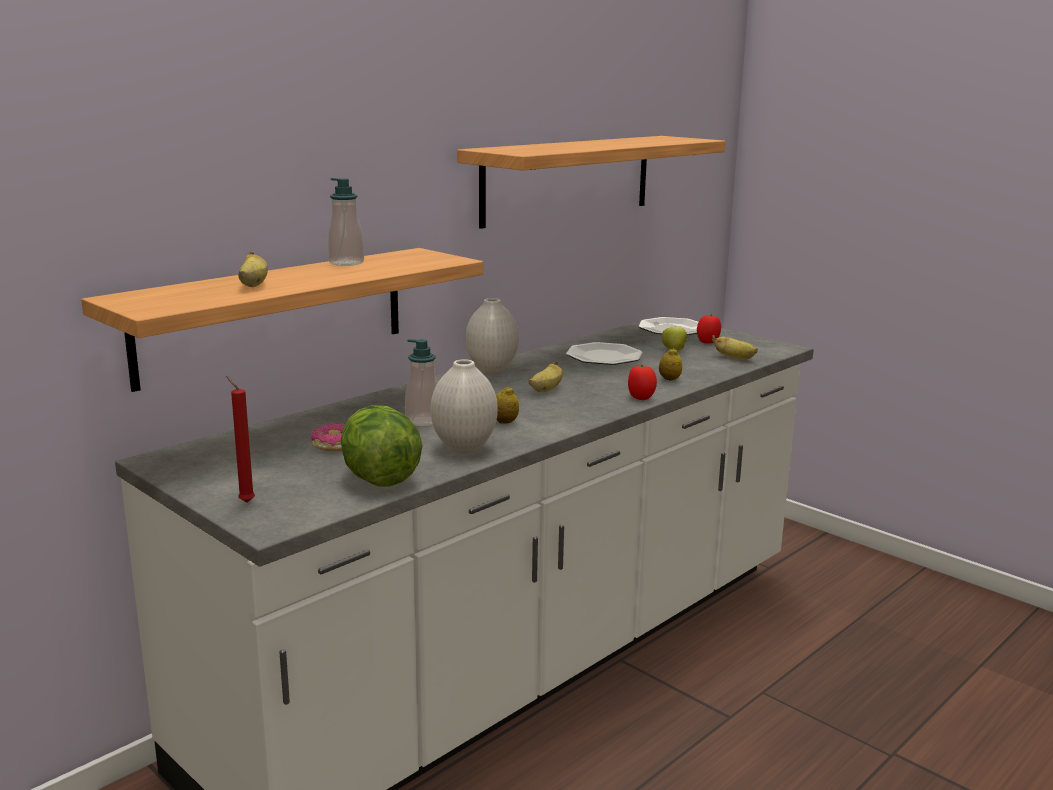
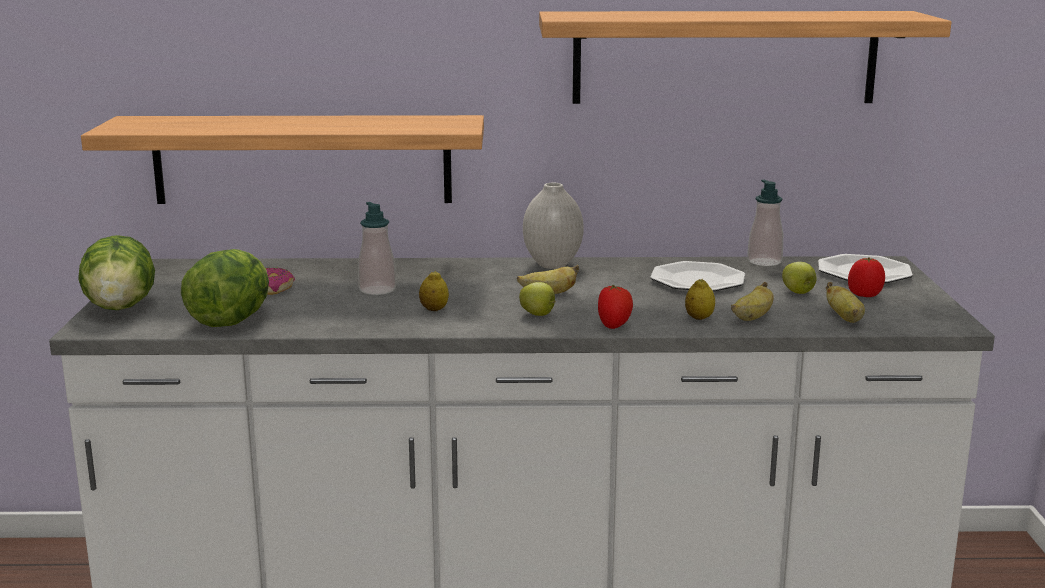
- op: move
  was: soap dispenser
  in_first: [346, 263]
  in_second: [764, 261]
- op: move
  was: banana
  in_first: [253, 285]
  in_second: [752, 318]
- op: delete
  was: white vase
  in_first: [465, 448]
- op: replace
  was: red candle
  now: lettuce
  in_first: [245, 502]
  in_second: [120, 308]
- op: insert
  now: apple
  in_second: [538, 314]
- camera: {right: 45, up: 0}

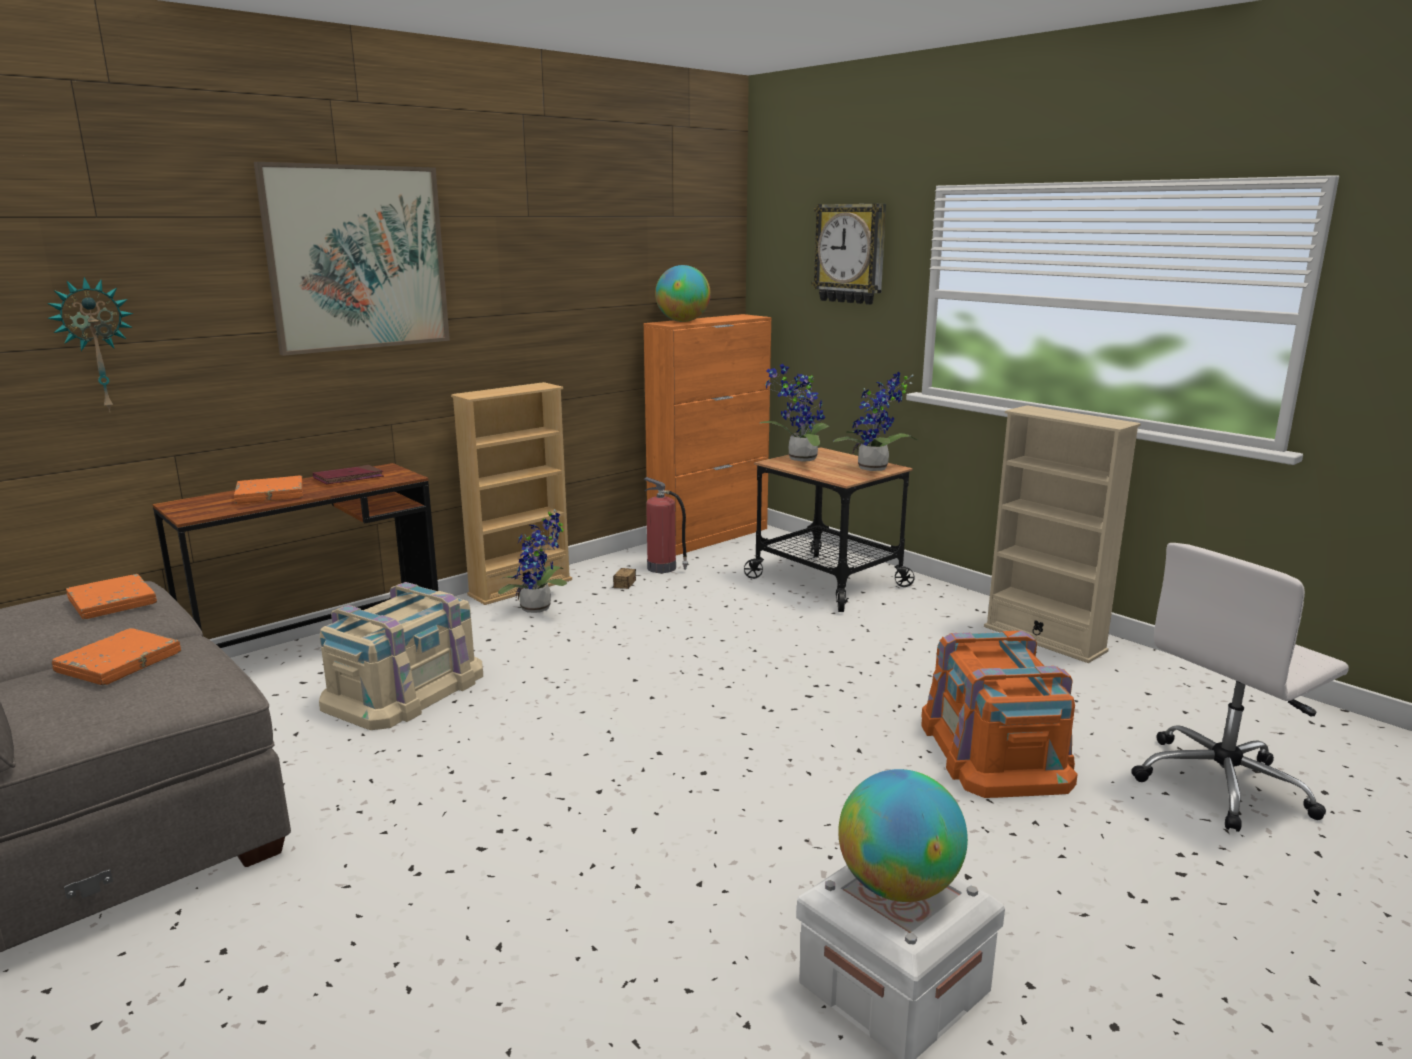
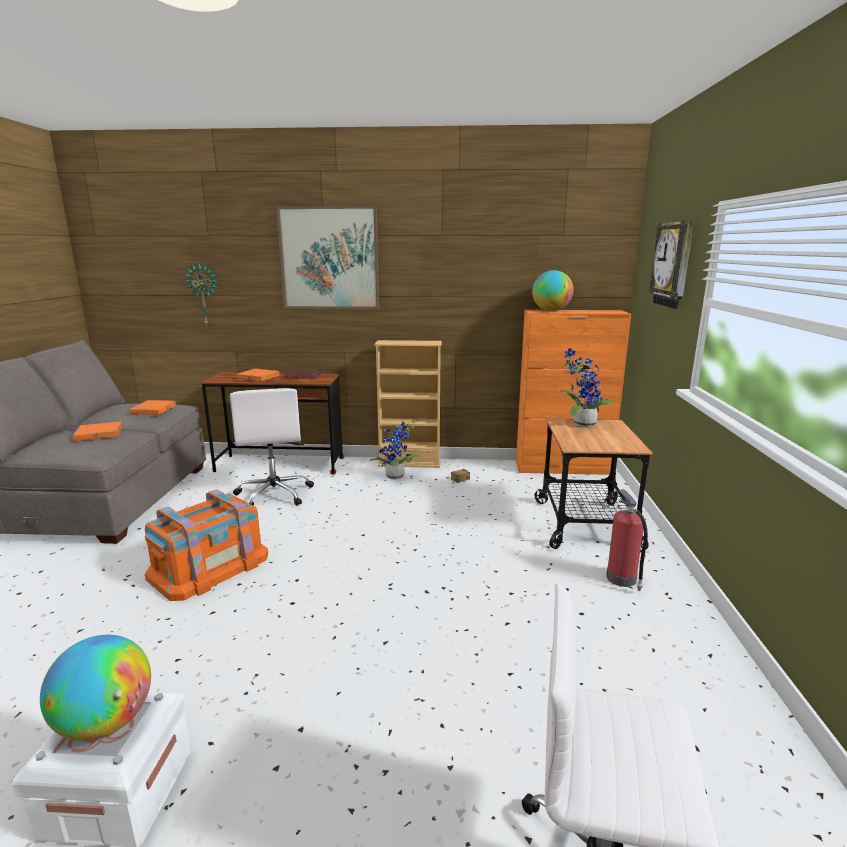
- op: delete
  was: potted plant
  in_first: [875, 469]
- op: delete
  was: beige bookcase
  in_first: [1044, 639]
- op: move
  was: fire extinguisher
  in_first: [663, 568]
  in_second: [622, 579]
- op: replace
  was: beige storage box
  now: white office chair
  in_first: [405, 689]
  in_second: [274, 494]
- op: move
  was: orange storage box
  in_first: [995, 749]
  in_second: [209, 567]
- camera: {right: 45, up: 0}

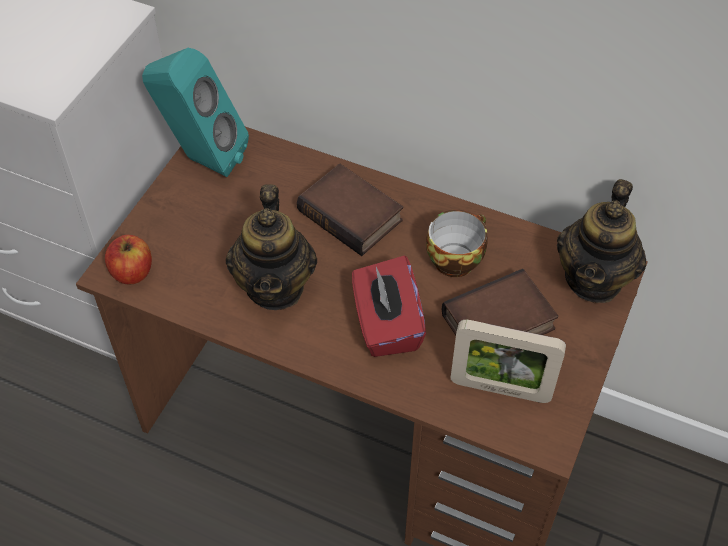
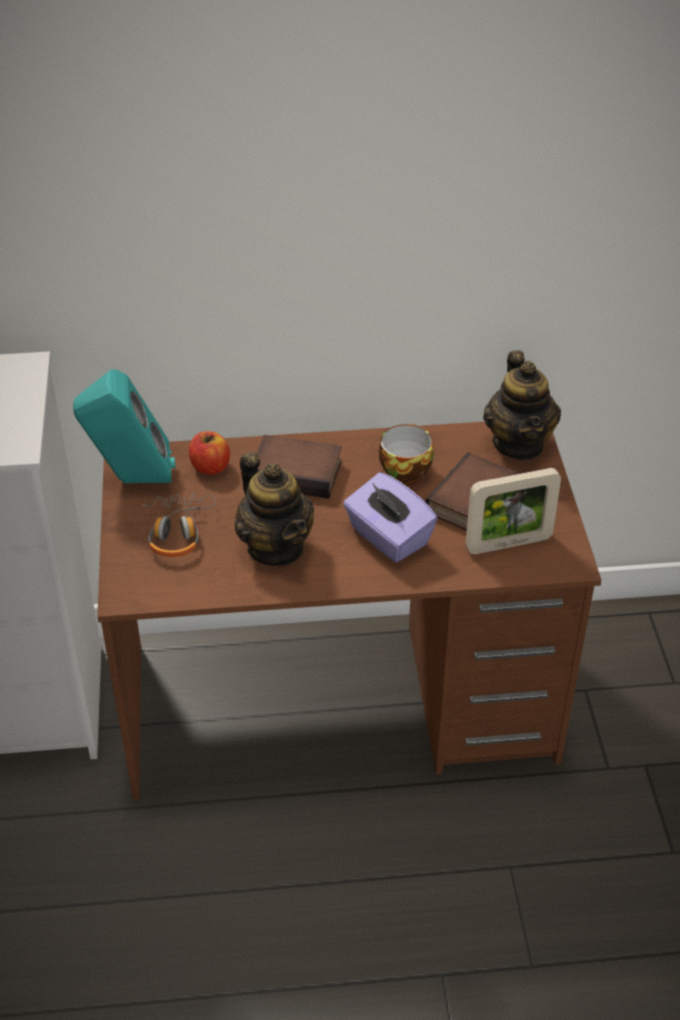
- op: move
  was: apple
  in_first: [132, 272]
  in_second: [210, 467]
- op: recolor
  was: red tissue box
  now: purple tissue box
  in_first: [386, 325]
  in_second: [388, 537]
- op: insert
  now: headphones
  in_second: [178, 532]
- camera: {right: -30, up: -10}

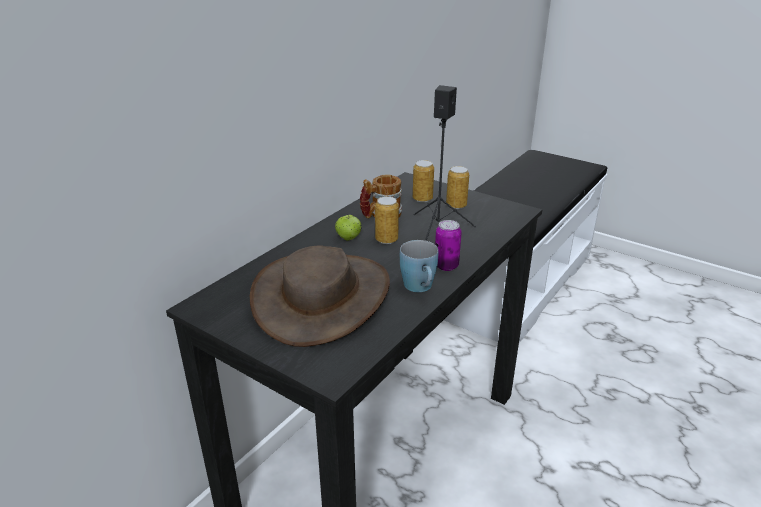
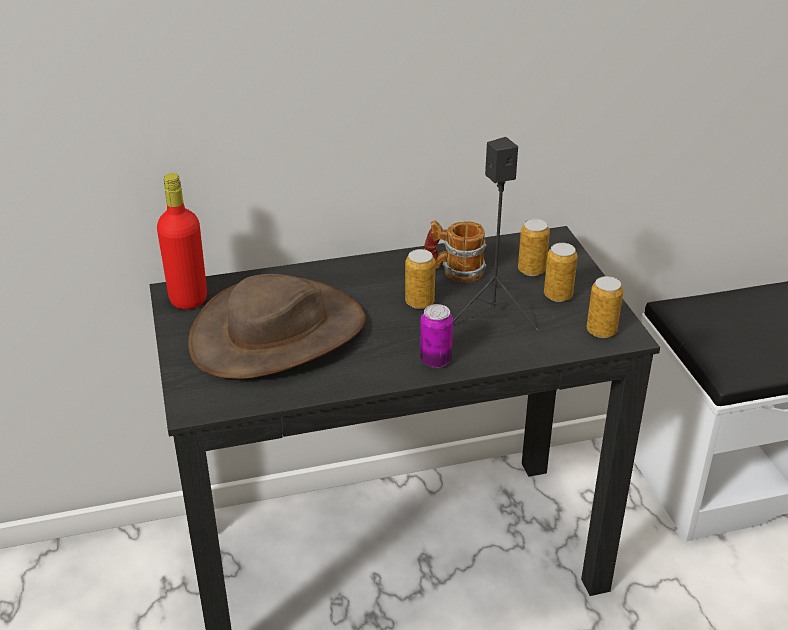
- op: delete
  was: apple
  in_first: [348, 238]
- op: delete
  was: blue mug
  in_first: [420, 288]
- op: insert
  now: red bottle
  in_second: [188, 299]
- op: insert
  now: can
  in_second: [601, 331]
- camera: {right: 40, up: 5}

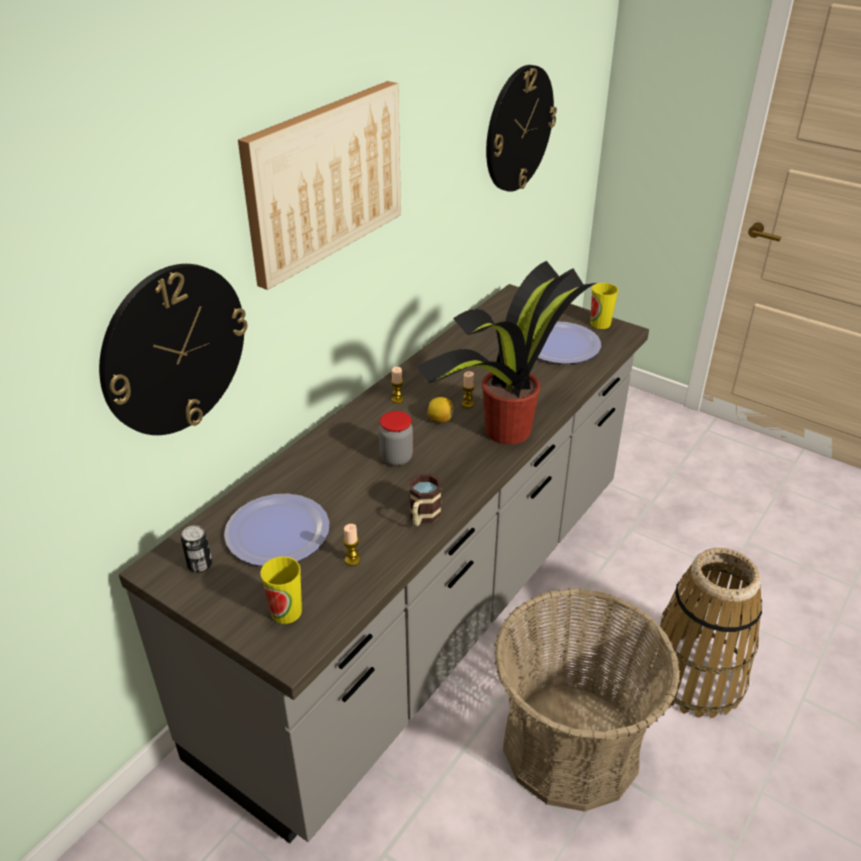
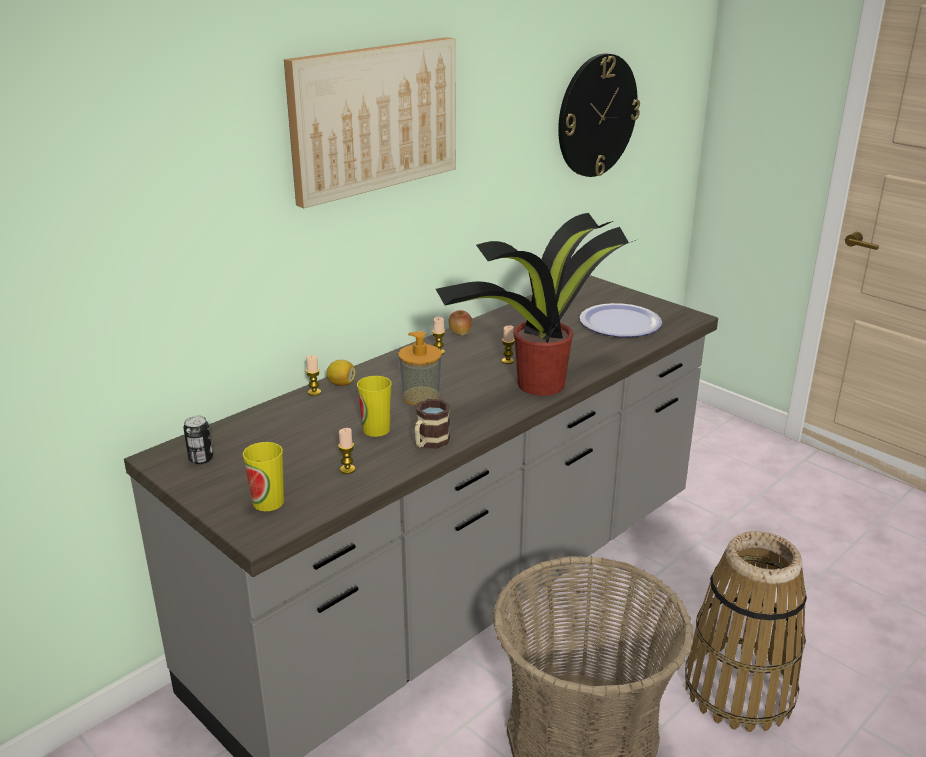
- op: delete
  was: wall clock
  in_first: [174, 350]
- op: move
  was: cup
  in_first: [600, 323]
  in_second: [376, 429]
- op: move
  was: lemon
  in_first: [440, 419]
  in_second: [341, 384]
- op: replace
  was: jar
  now: soap dispenser
  in_first: [396, 458]
  in_second: [421, 396]
- op: delete
  was: plate
  in_first: [278, 531]
- op: insert
  now: apple
  in_second: [460, 333]
- op: insert
  now: candle
  in_second: [314, 392]
- camera: {right: 10, up: -10}

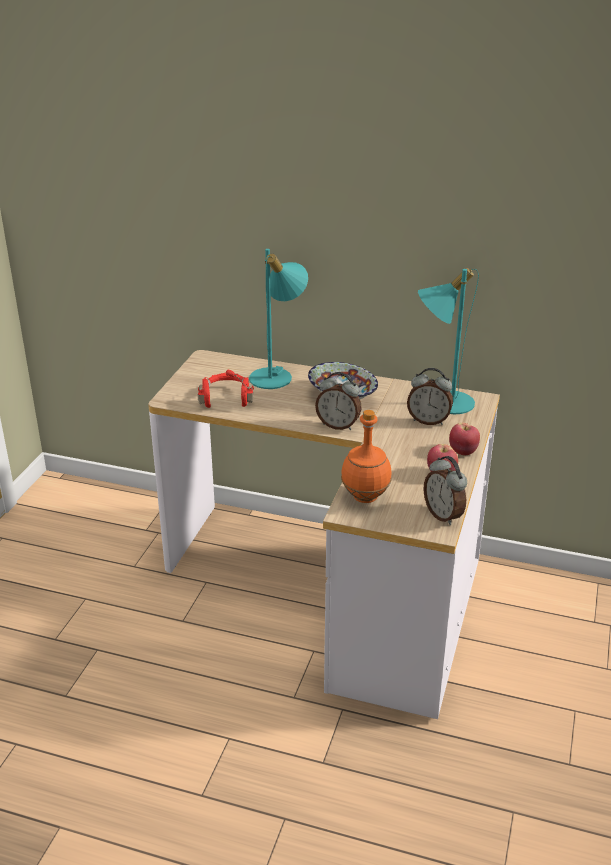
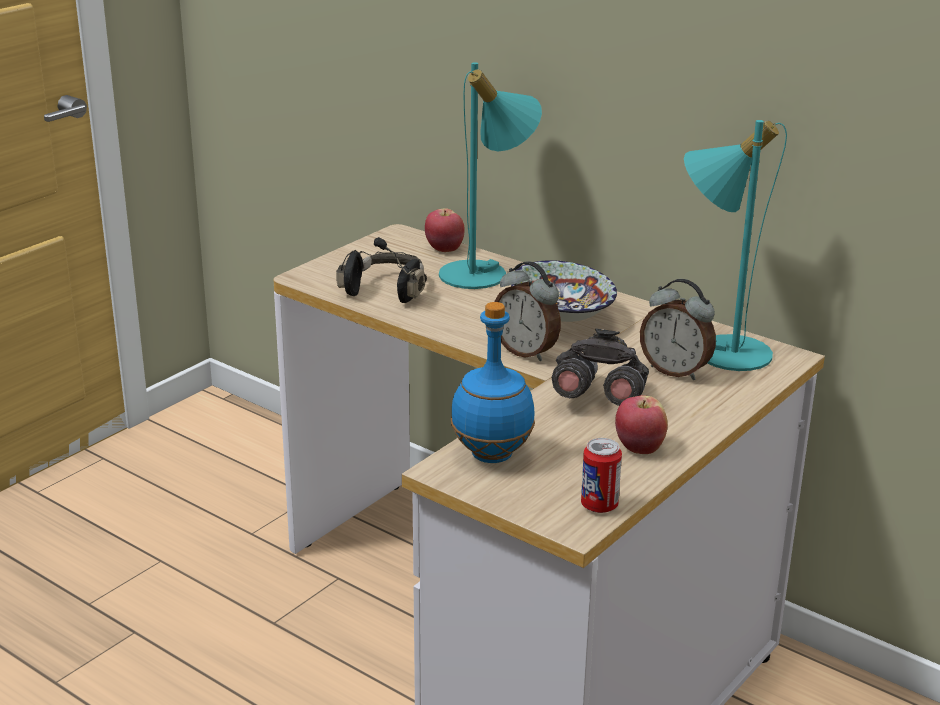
- op: recolor
  was: red headphones
  now: black headphones
  in_first: [226, 399]
  in_second: [387, 290]
- op: recolor
  was: orange bottle
  now: blue bottle
  in_first: [366, 497]
  in_second: [492, 455]
- op: move
  was: apple
  in_first: [463, 452]
  in_second: [444, 249]
- op: replace
  was: alarm clock
  now: can
  in_first: [444, 515]
  in_second: [599, 506]
- op: insert
  now: grey binoculars
  in_second: [599, 399]
- camera: {right: 20, up: -5}

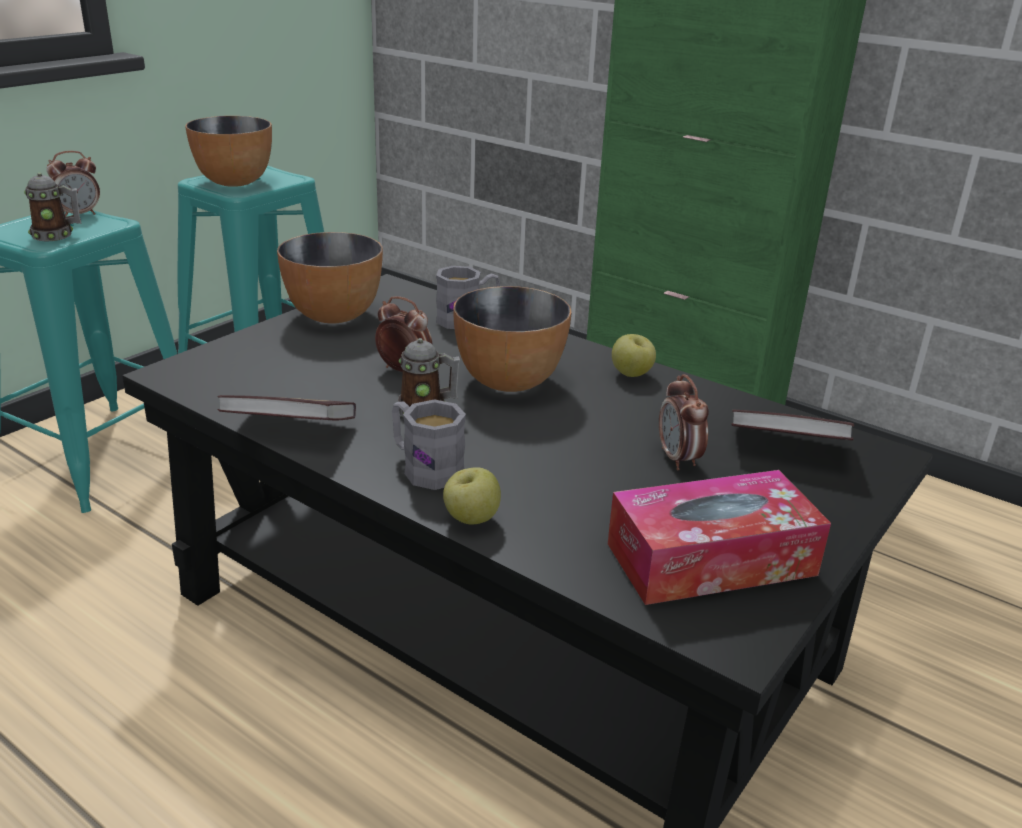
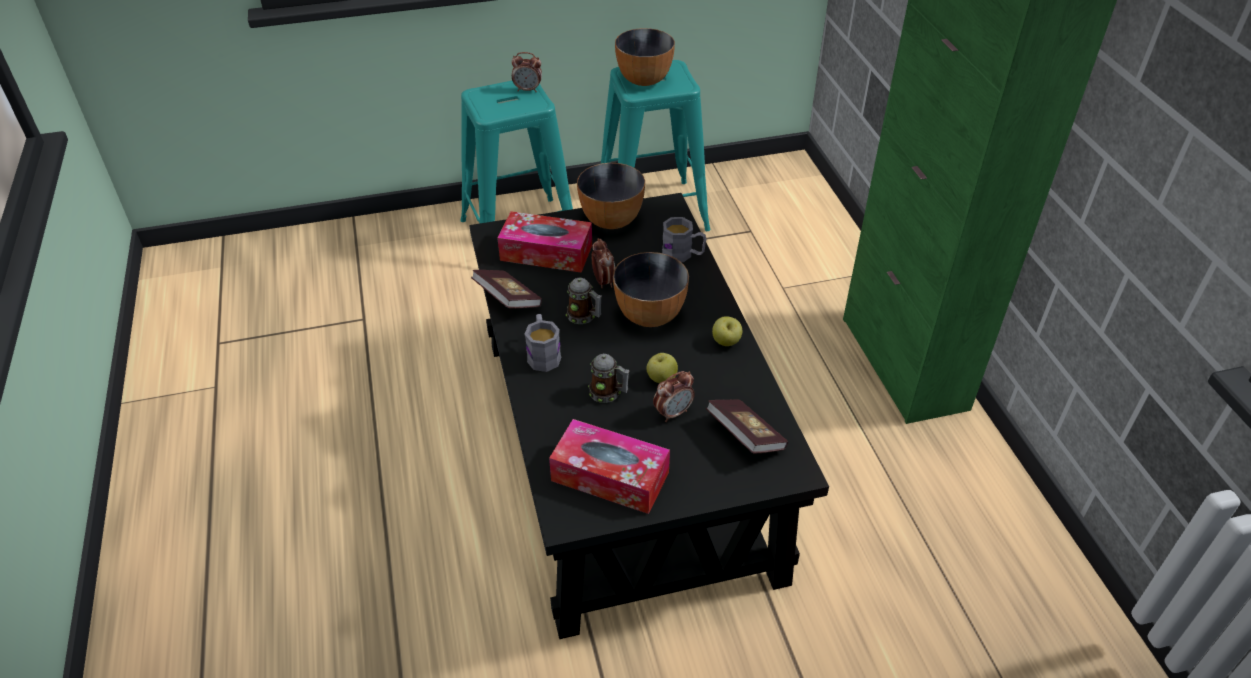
- op: move
  was: mug
  in_first: [57, 235]
  in_second: [608, 393]
- op: rotate
  was: alarm clock
  in_first: [678, 459]
  in_second: [673, 413]
  clockwise: -150
- op: move
  was: apple
  in_first: [471, 519]
  in_second: [661, 379]
- op: insert
  now: tissue box
  in_second: [546, 252]
- camera: {right: 40, up: 15}

